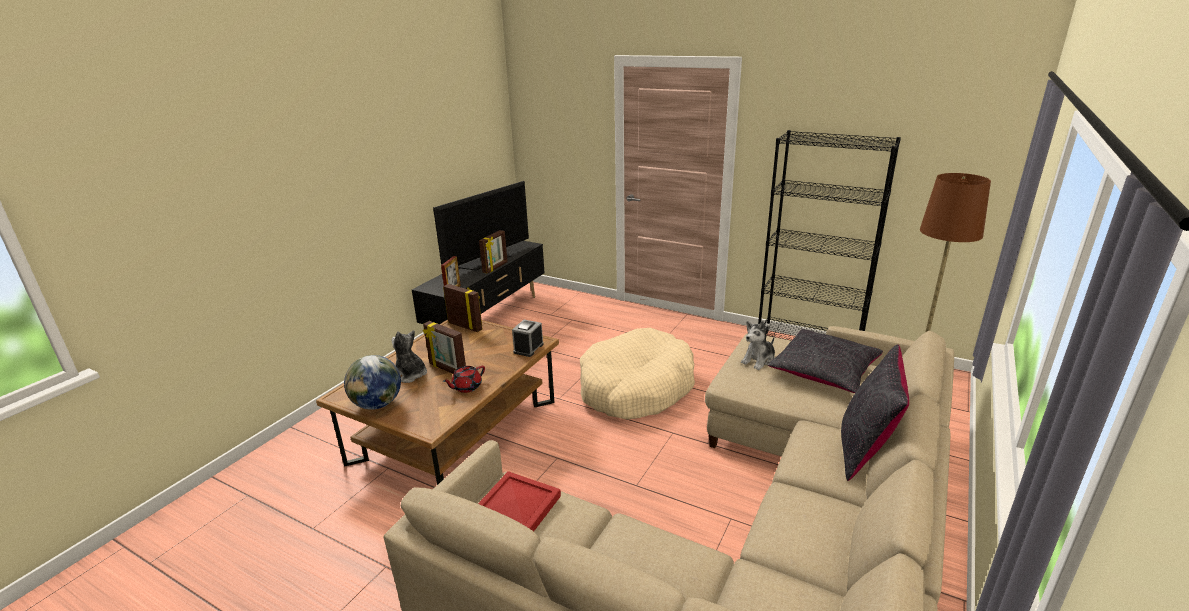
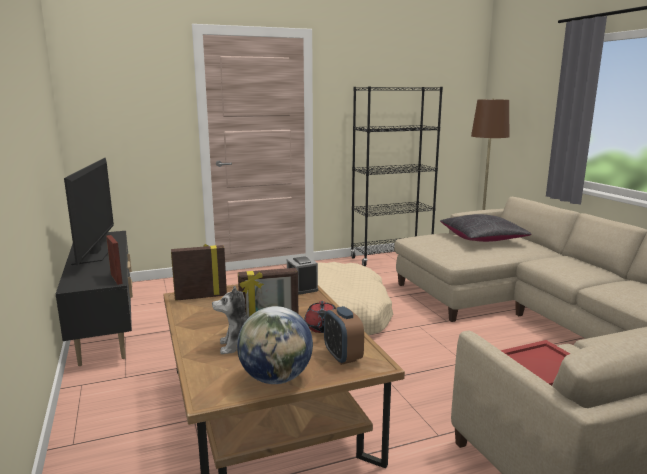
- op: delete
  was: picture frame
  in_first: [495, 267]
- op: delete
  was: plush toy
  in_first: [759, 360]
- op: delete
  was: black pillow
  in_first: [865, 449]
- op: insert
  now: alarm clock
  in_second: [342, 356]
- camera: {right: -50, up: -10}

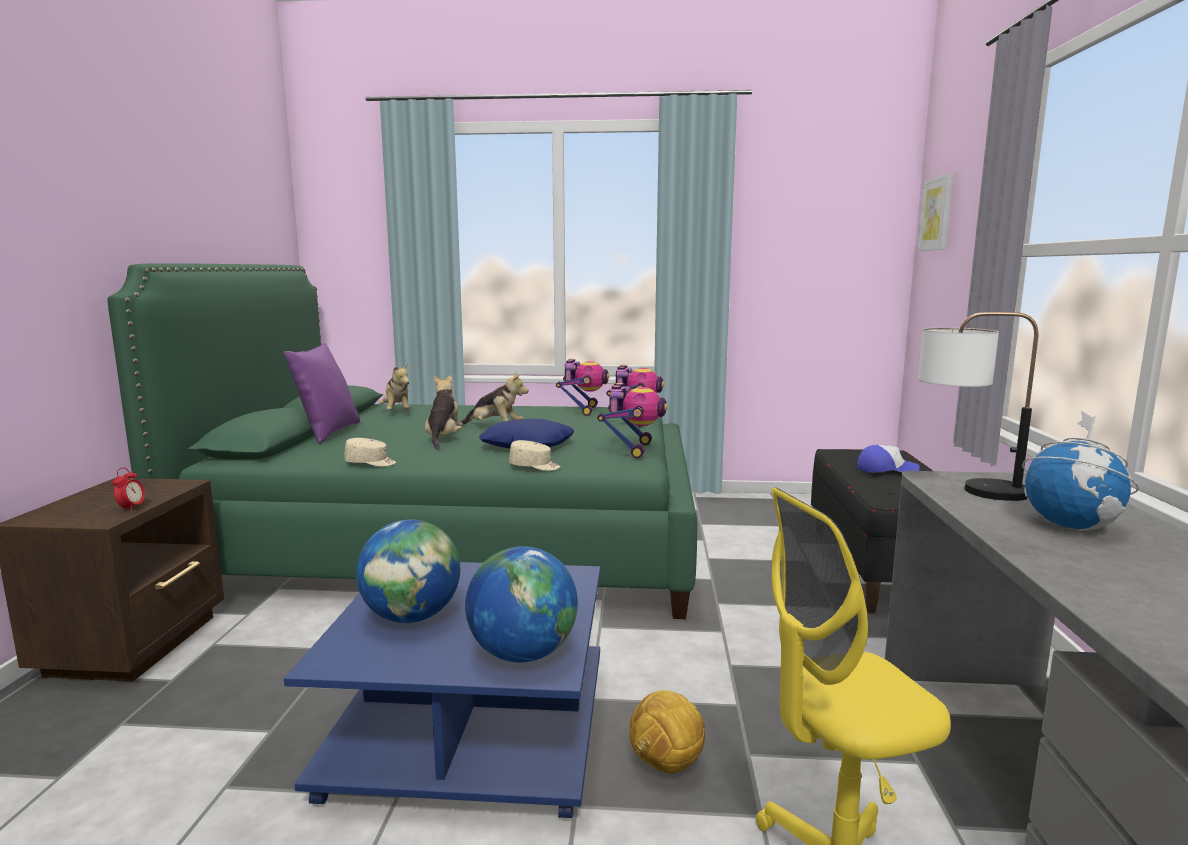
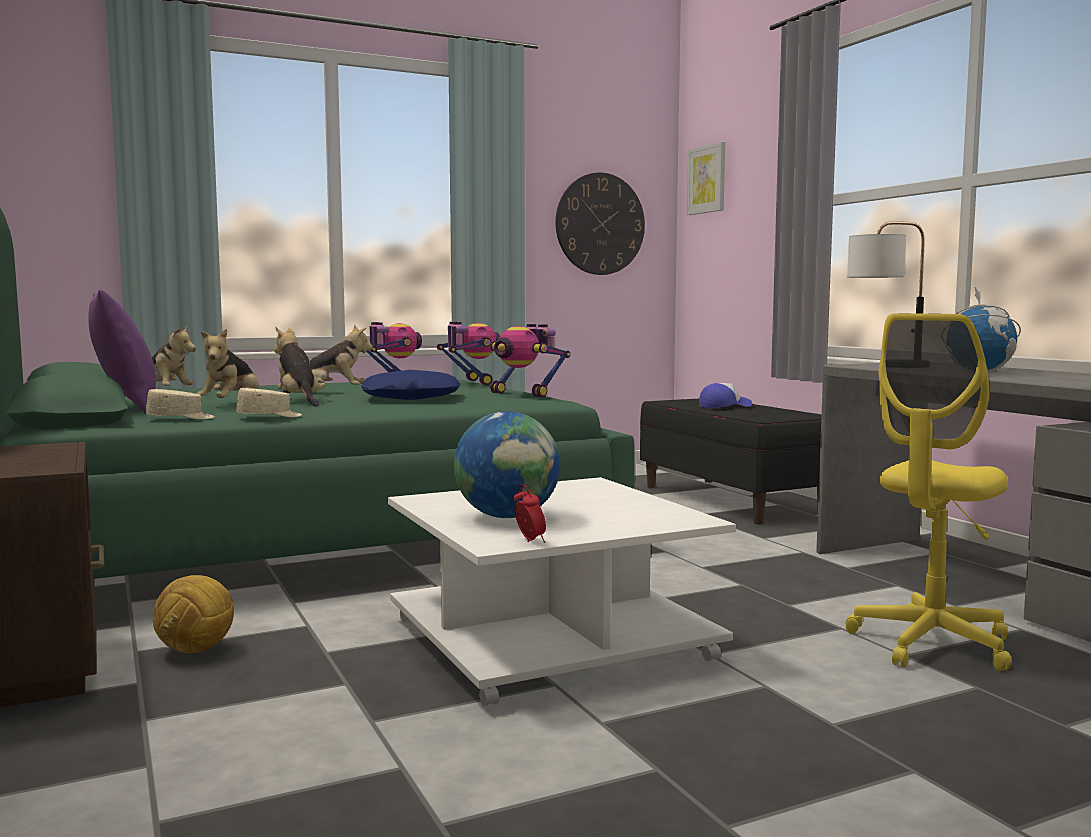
- op: rotate
  was: toy robot
  in_first: [632, 450]
  in_second: [525, 394]
  clockwise: 150
- op: move
  was: beige cap
  in_first: [534, 466]
  in_second: [181, 418]
- op: move
  was: alarm clock
  in_first: [131, 508]
  in_second: [529, 541]
- op: delete
  was: globe
  in_first: [522, 654]
- op: recolor
  was: blue coffee table
  now: white coffee table
  in_first: [475, 727]
  in_second: [552, 638]
- op: move
  was: football
  in_first: [666, 765]
  in_second: [196, 650]
- op: insert
  now: wall clock
  in_second: [600, 224]
- op: insert
  now: plush toy
  in_second: [232, 404]
- camera: {right: -30, up: -5}

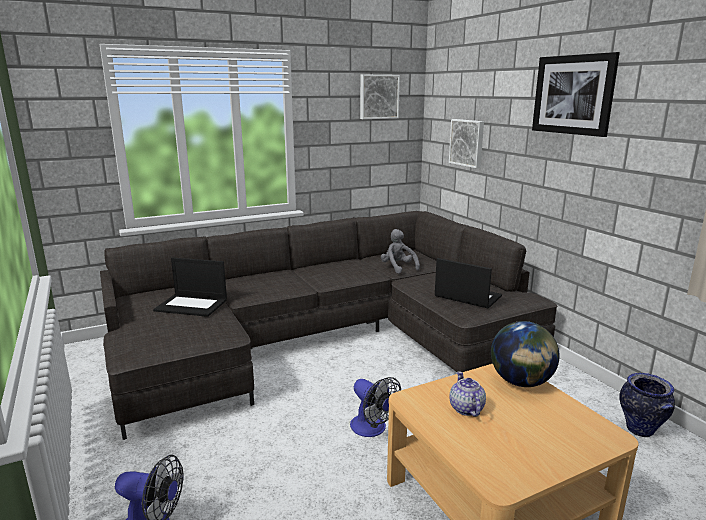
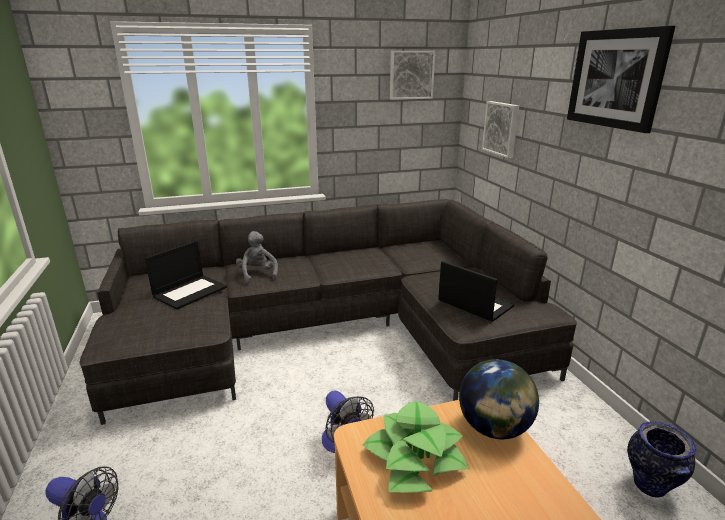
- op: move
  was: grey plush toy
  in_first: [398, 268]
  in_second: [258, 274]
- op: rotate
  was: laptop
  in_first: [192, 305]
  in_second: [190, 291]
  clockwise: -75
- op: replace
  was: teapot
  now: potted plant
  in_first: [465, 408]
  in_second: [414, 458]
- camera: {right: 10, up: 5}

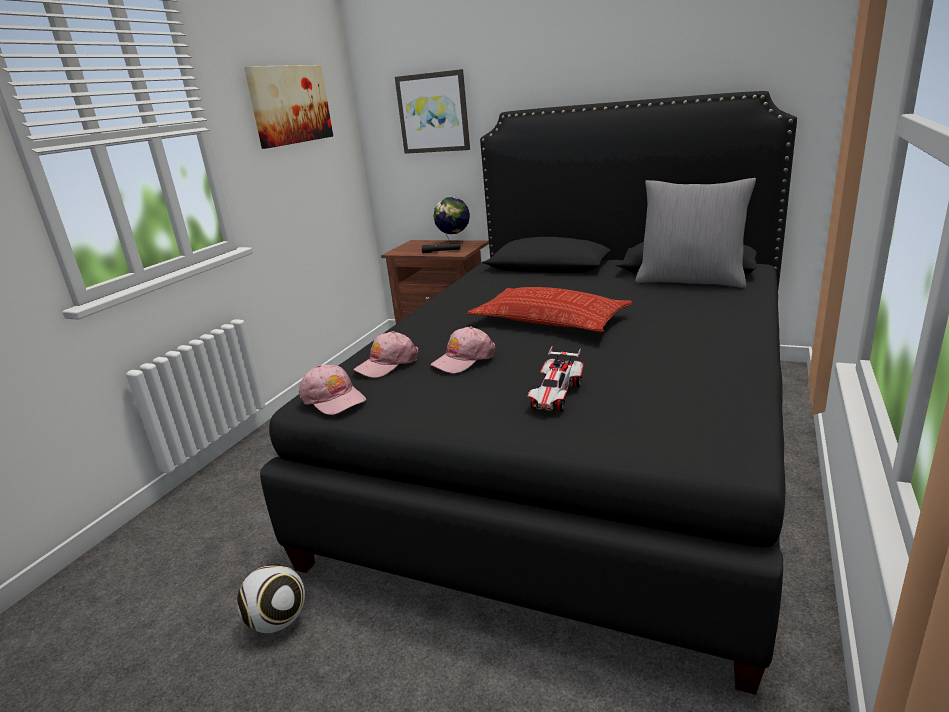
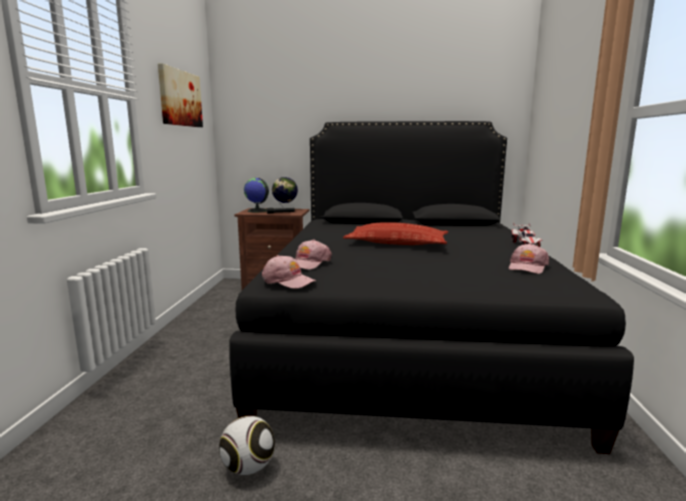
- op: delete
  was: picture
  in_first: [433, 113]
- op: delete
  was: grey pillow
  in_first: [691, 280]
- op: move
  was: pink cap
  in_first: [463, 359]
  in_second: [527, 267]
- op: move
  was: toy car
  in_first: [556, 396]
  in_second: [525, 245]
- op: insert
  now: globe
  in_second: [257, 211]
- camera: {right: -20, up: -10}

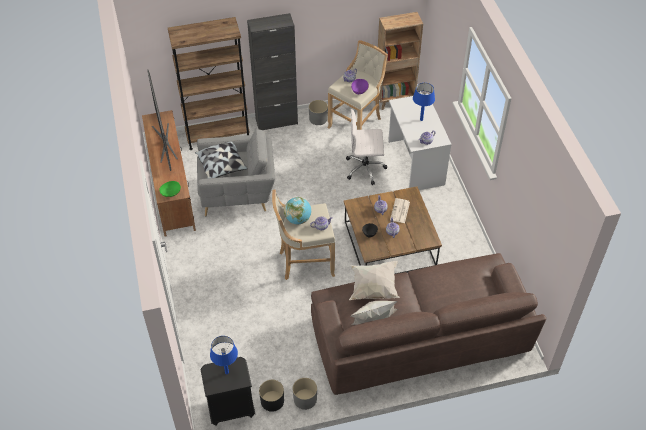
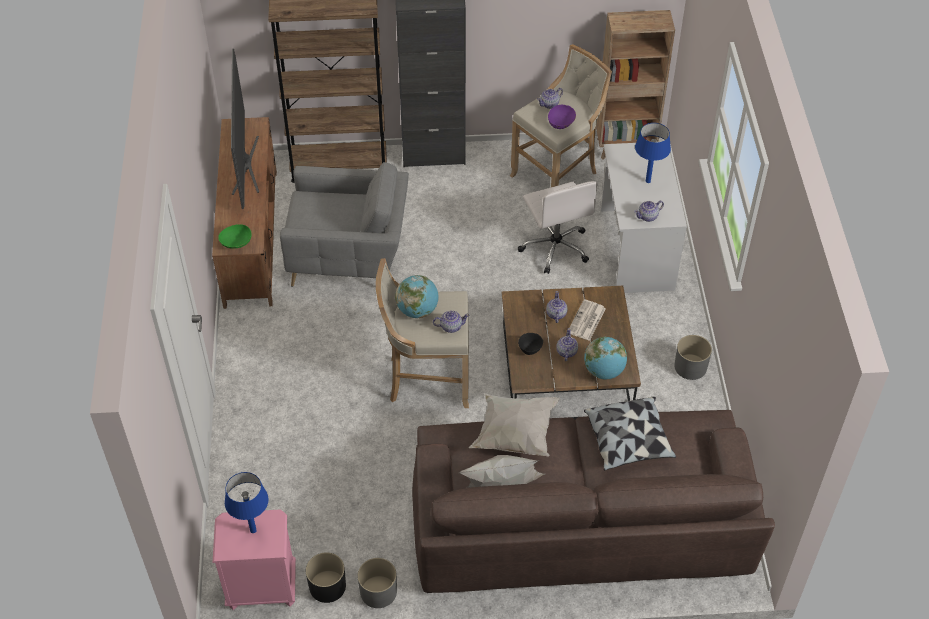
- op: move
  was: grey planter
  in_first: [318, 119]
  in_second: [690, 367]
- op: rotate
  was: white office chair
  in_first: [365, 168]
  in_second: [555, 247]
  clockwise: -120
- op: move
  was: pillow
  in_first: [222, 166]
  in_second: [628, 441]
- op: recolor
  was: black nightstand
  now: pink nightstand
  in_first: [230, 409]
  in_second: [261, 588]
- op: insert
  now: globe
  in_second: [604, 371]
- camera: {right: 10, up: 0}

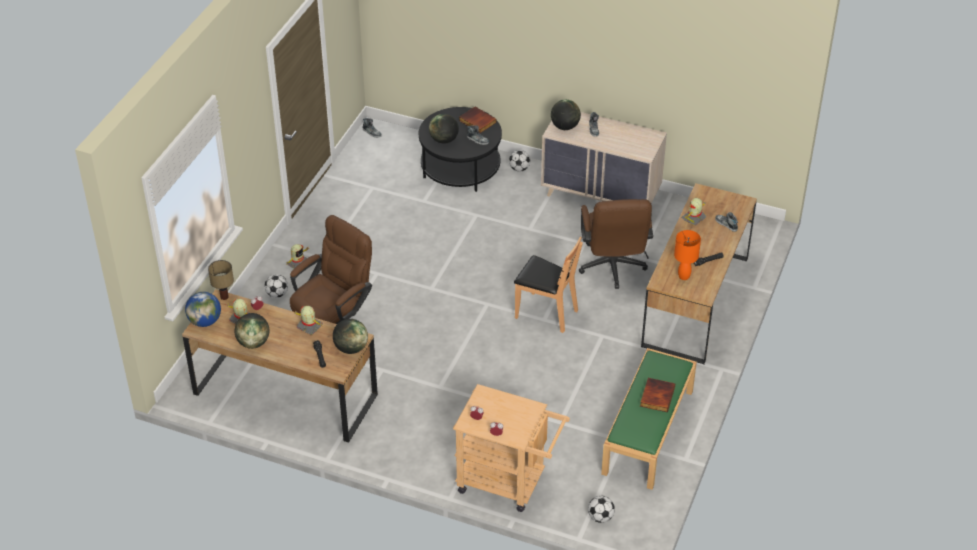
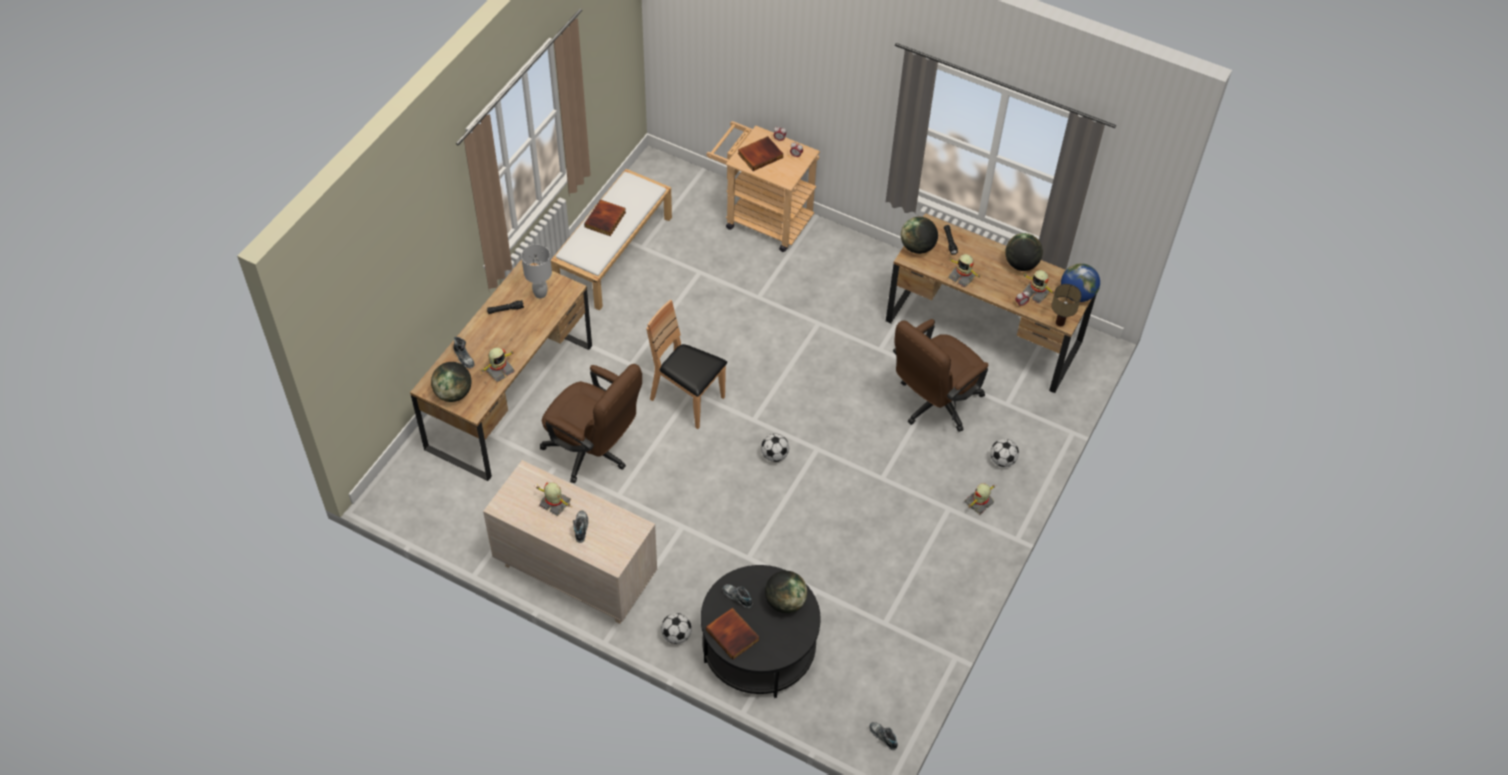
- op: move
  was: globe
  in_first: [565, 127]
  in_second: [453, 393]
- op: rotate
  was: brown office chair
  in_first: [612, 269]
  in_second: [594, 452]
  clockwise: 120
- op: recolor
  was: orange table lamp
  now: white table lamp
  in_first: [683, 276]
  in_second: [541, 293]
- op: recolor
  was: green bench
  now: white bench
  in_first: [648, 432]
  in_second: [613, 252]
- op: move
  was: football
  in_first: [600, 517]
  in_second: [774, 455]
- op: insert
  now: book
  in_second: [760, 155]
- op: insert
  now: toy robot
  in_second: [554, 504]
- camera: {right: -175, up: 10}

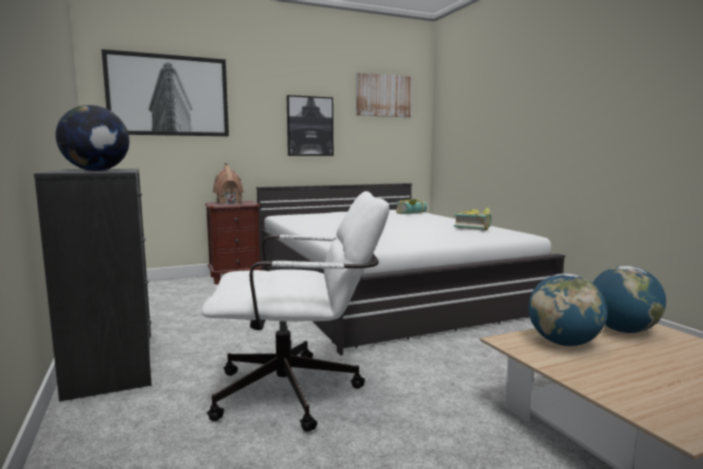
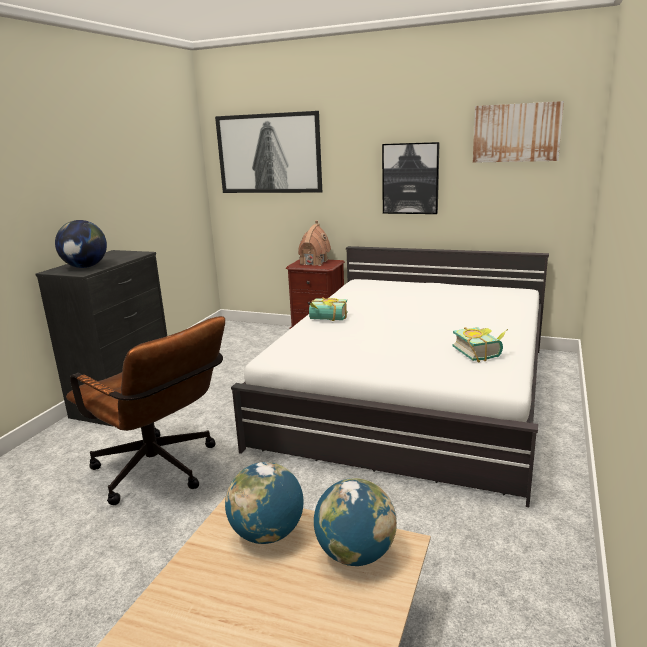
- op: recolor
  was: white office chair
  now: brown office chair
  in_first: [300, 392]
  in_second: [162, 472]
- op: move
  was: book
  in_first: [412, 214]
  in_second: [327, 319]
- camera: {right: 45, up: 10}

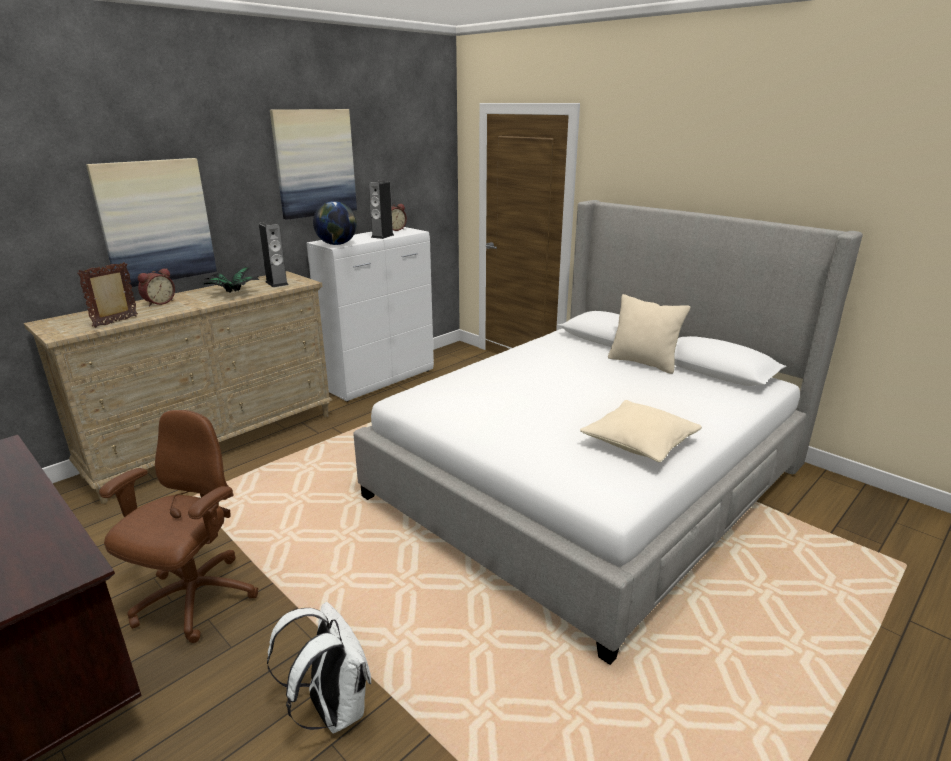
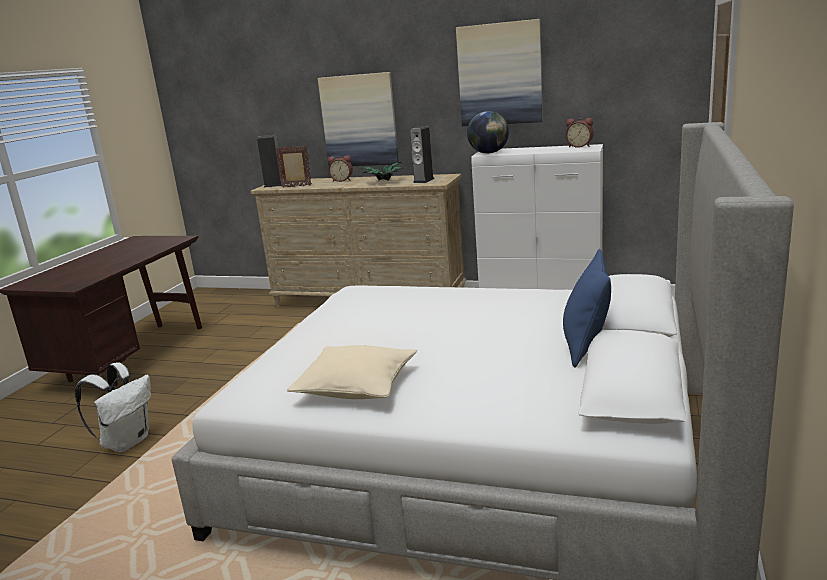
- op: move
  was: speaker
  in_first: [382, 236]
  in_second: [274, 185]
- op: recolor
  was: beige pillow
  now: blue pillow
  in_first: [643, 363]
  in_second: [586, 347]
- op: delete
  was: brown office chair
  in_first: [194, 600]
- camera: {right: 65, up: -5}

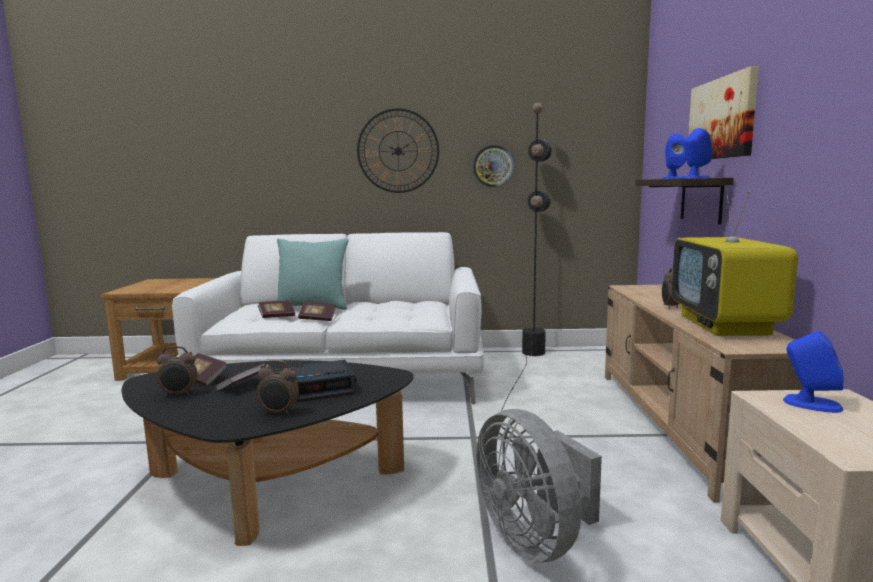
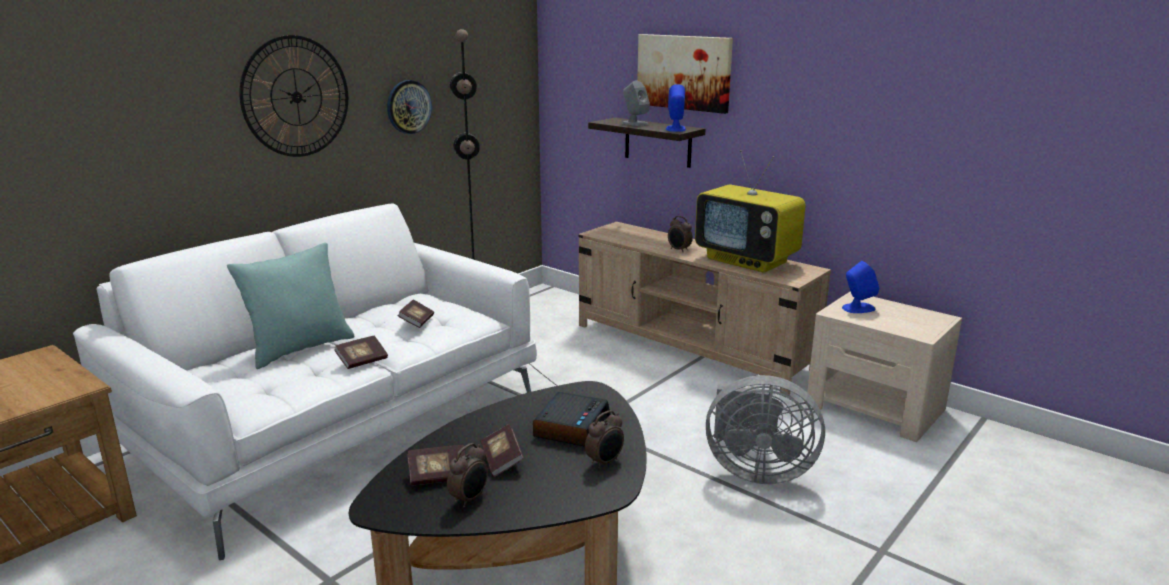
- op: recolor
  was: blue speaker
  now: grey speaker
  in_first: [673, 178]
  in_second: [635, 123]
- op: move
  was: book
  in_first: [277, 316]
  in_second: [417, 322]
- camera: {right: -50, up: 10}

